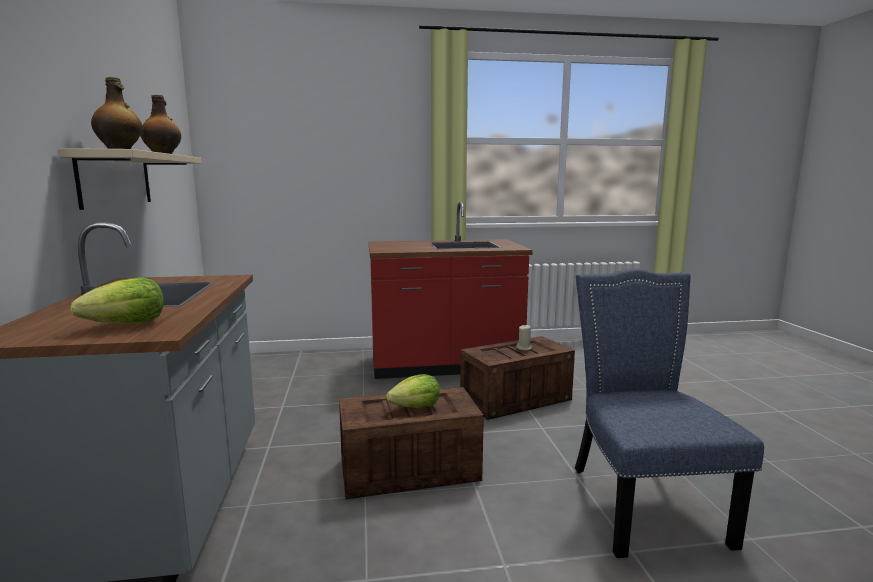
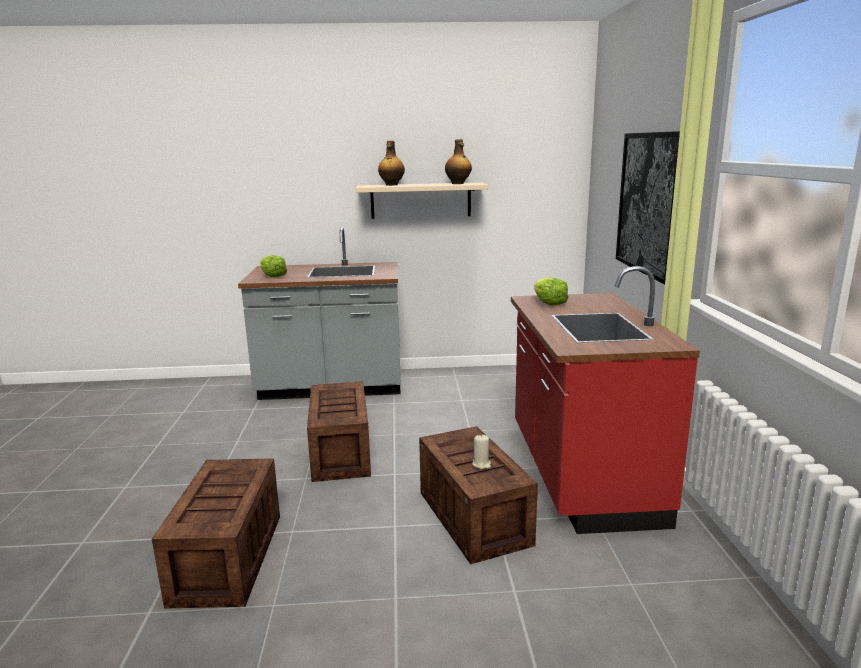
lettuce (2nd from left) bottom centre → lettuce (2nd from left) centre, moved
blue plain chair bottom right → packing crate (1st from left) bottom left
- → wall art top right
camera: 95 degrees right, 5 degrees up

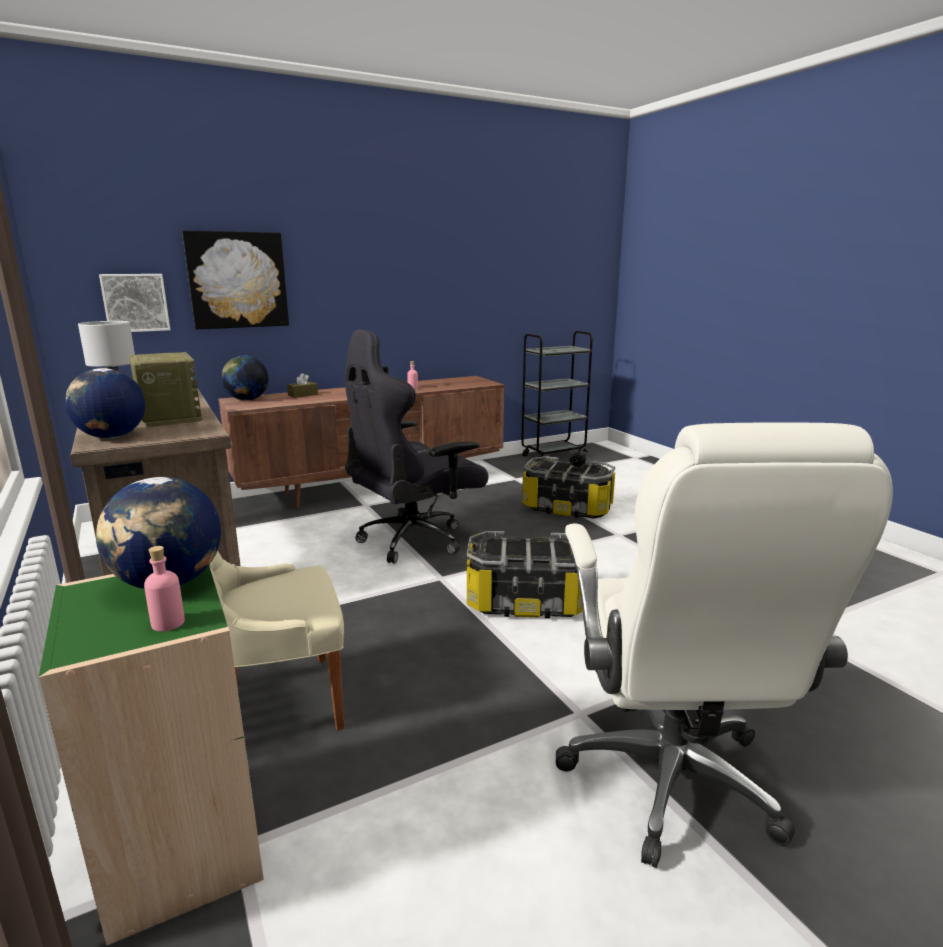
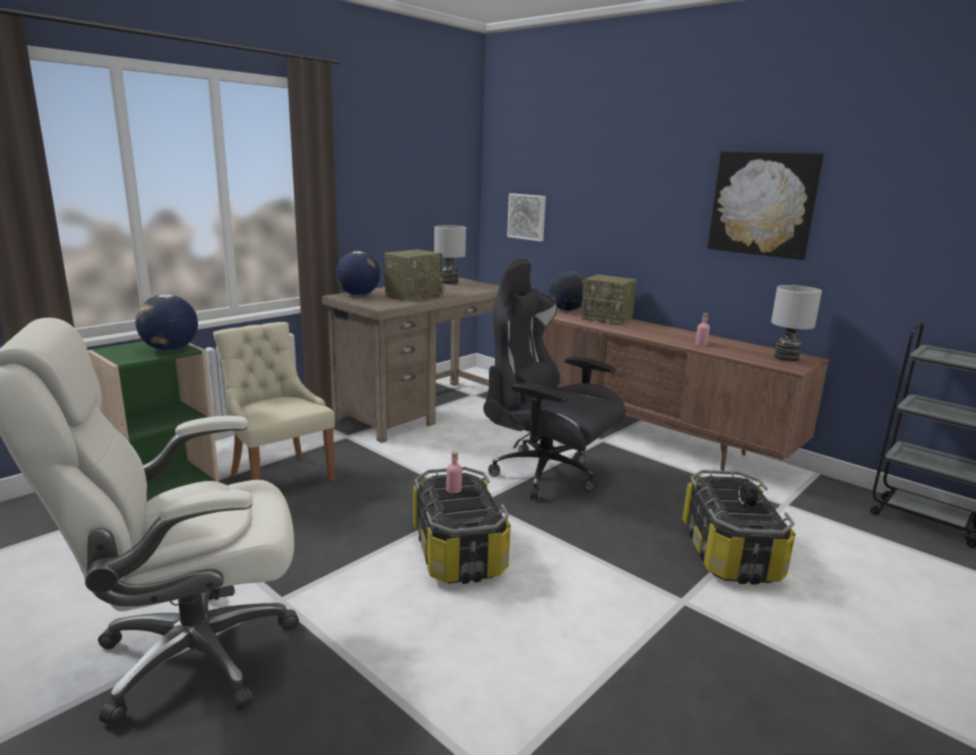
pink-coloured beverage bottle (1st from left) middle left → pink-coloured beverage bottle (1st from left) centre, moved
wall art (2nd from left) top left → wall art (2nd from left) top right, moved
brownish tissue holder middle left → radio receiver (2nd from left) centre
- → greyish table lamp (2nd from left) middle right
camera: 70 degrees right, 0 degrees up

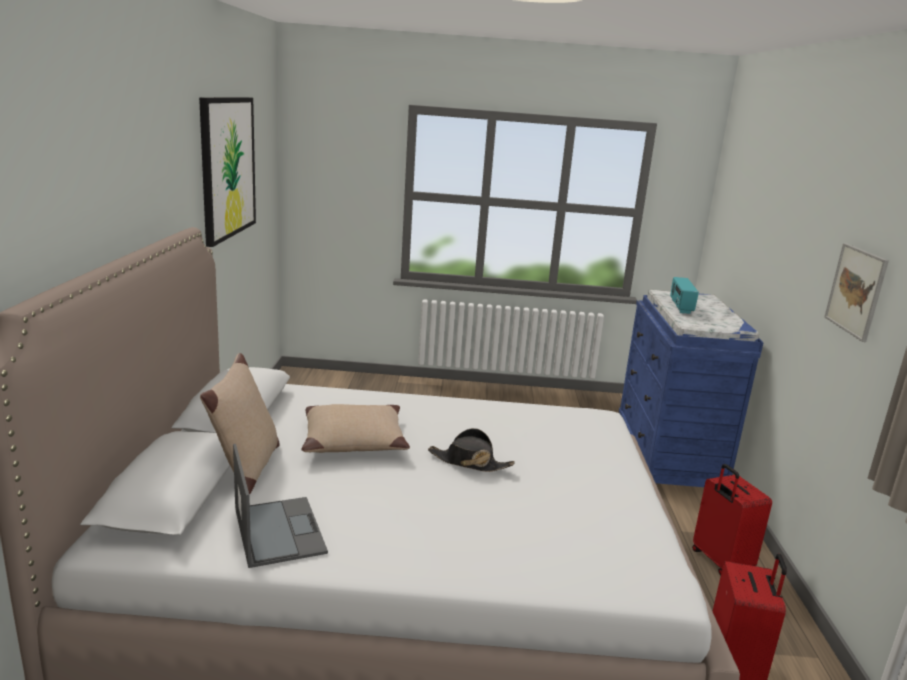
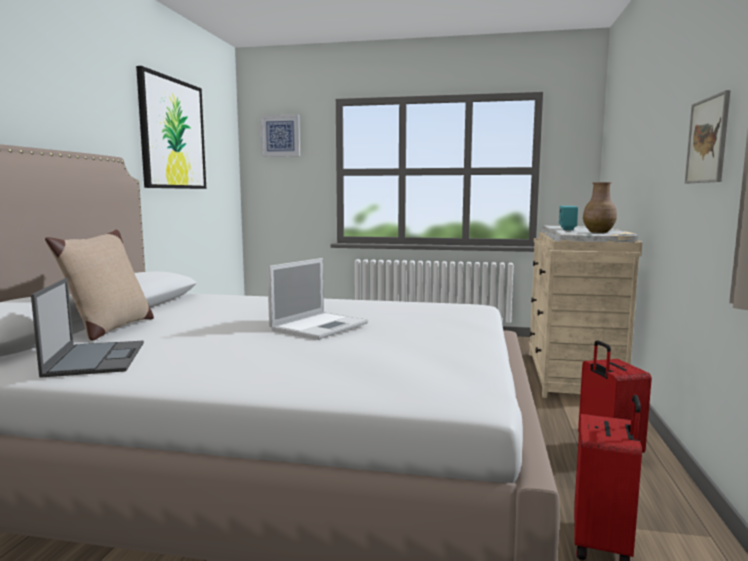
sand-coloured throw pillow (2nd from left) centre → -
black-coloured wearable hat centre → laptop (2nd from left) centre
blue drawer chest middle right → sand-coloured drawer chest middle right
- → wall art (2nd from left) top centre
- → brownish decorative vase middle right
camera: 10 degrees right, 10 degrees down

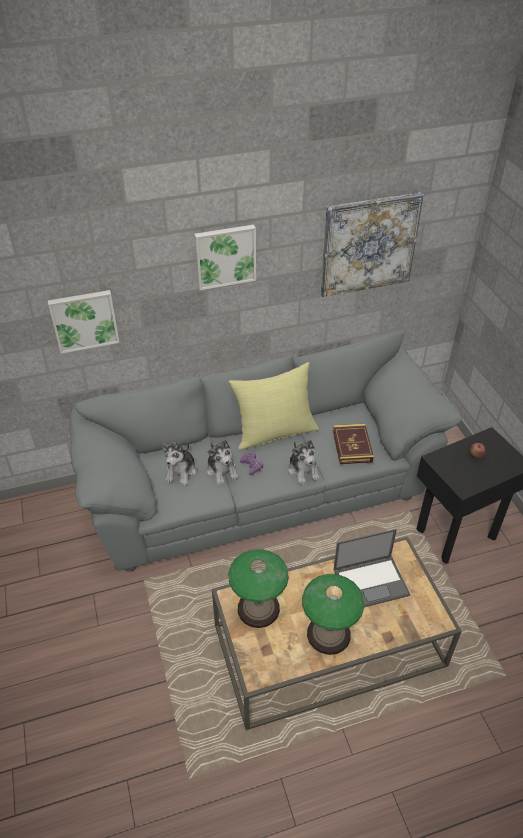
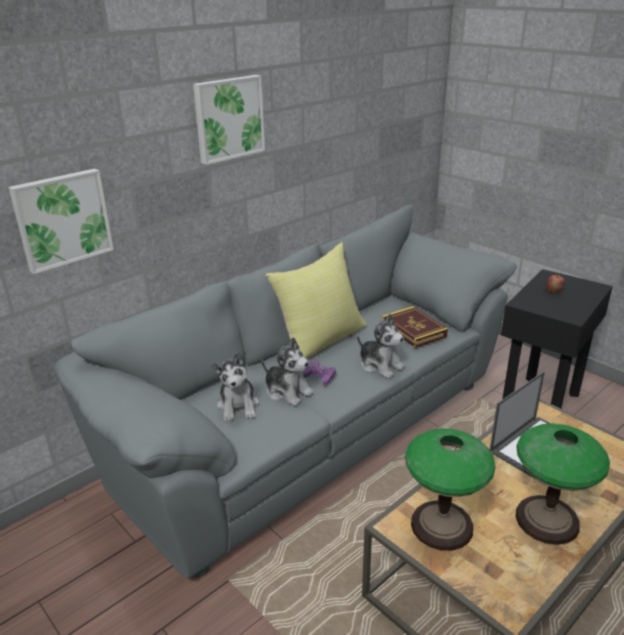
wall art (3rd from left) top right → -
camera: 25 degrees left, 15 degrees down

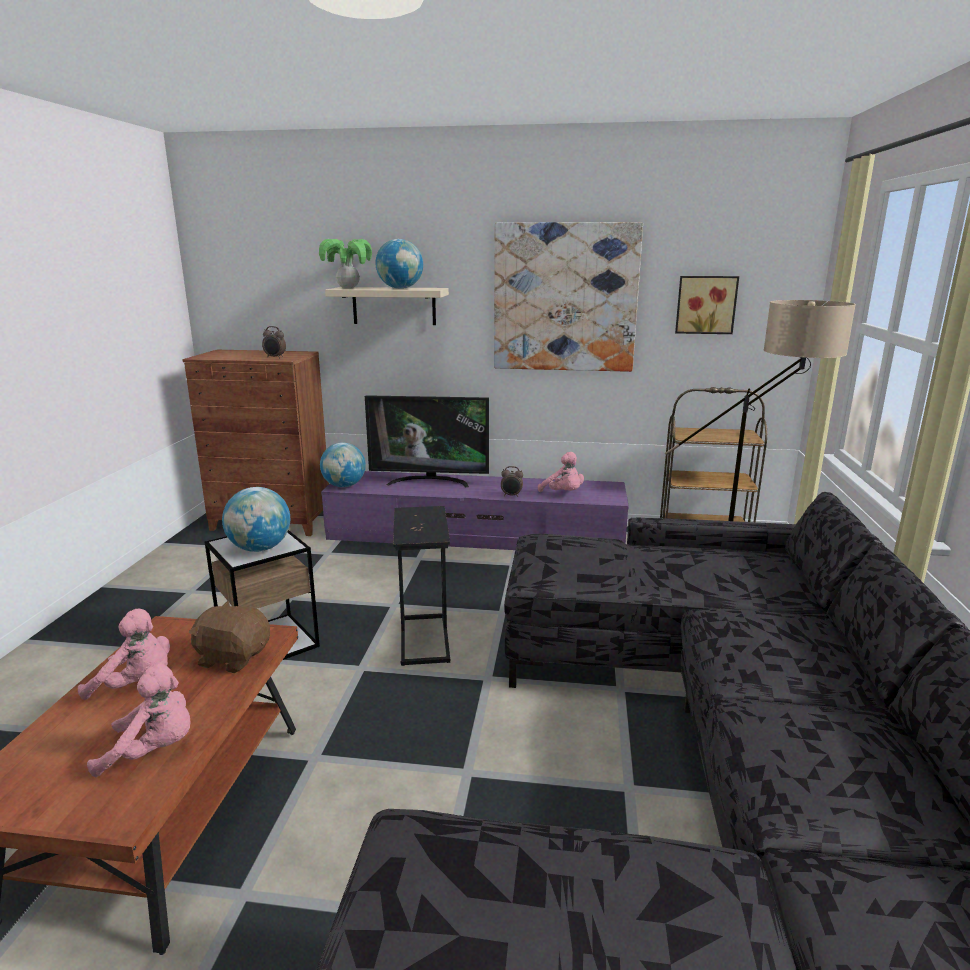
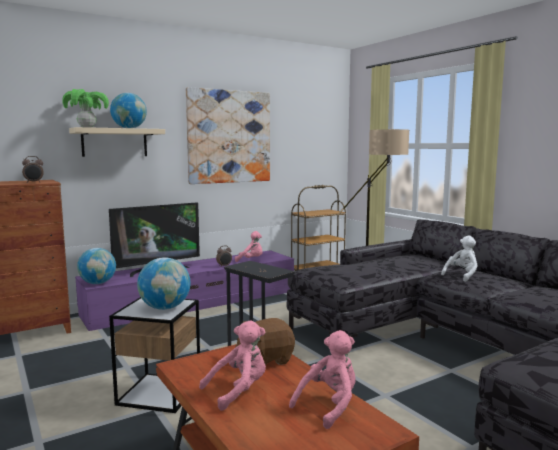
wall art (2nd from left) top right → -
- → white-coloured plush toy middle right
camera: 40 degrees left, 10 degrees down

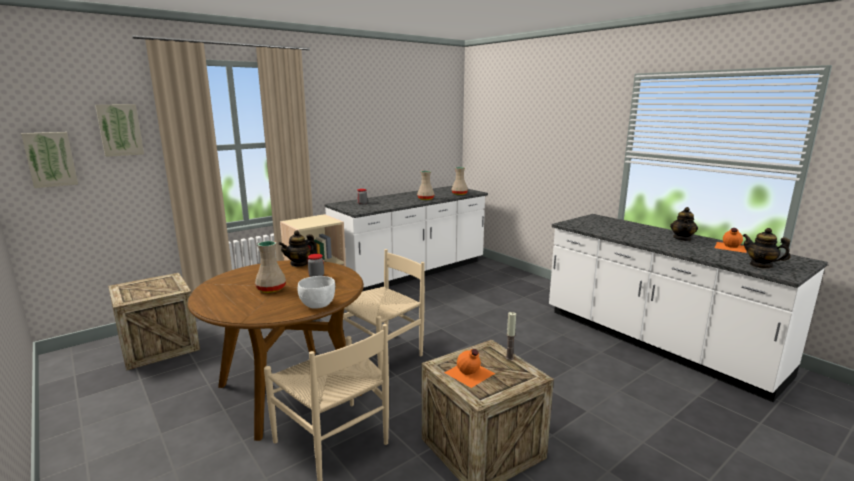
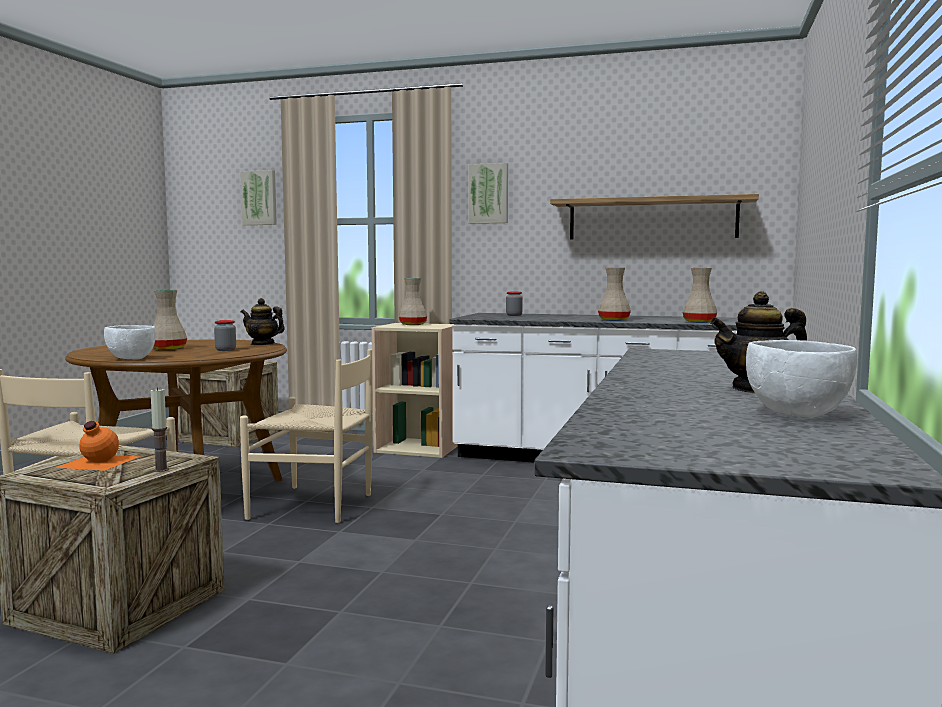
wall art (1st from left in the first image) top left → wall art (2nd from left) top centre, moved
orange-coloured beverage bottle (2nd from left) middle right → white-coloured bowl (2nd from left) middle right
pot for tea (3rd from left) middle right → -
- → sand-coloured decorative vase (2nd from left) centre
- → wall shelf top right
camera: 55 degrees right, 10 degrees down

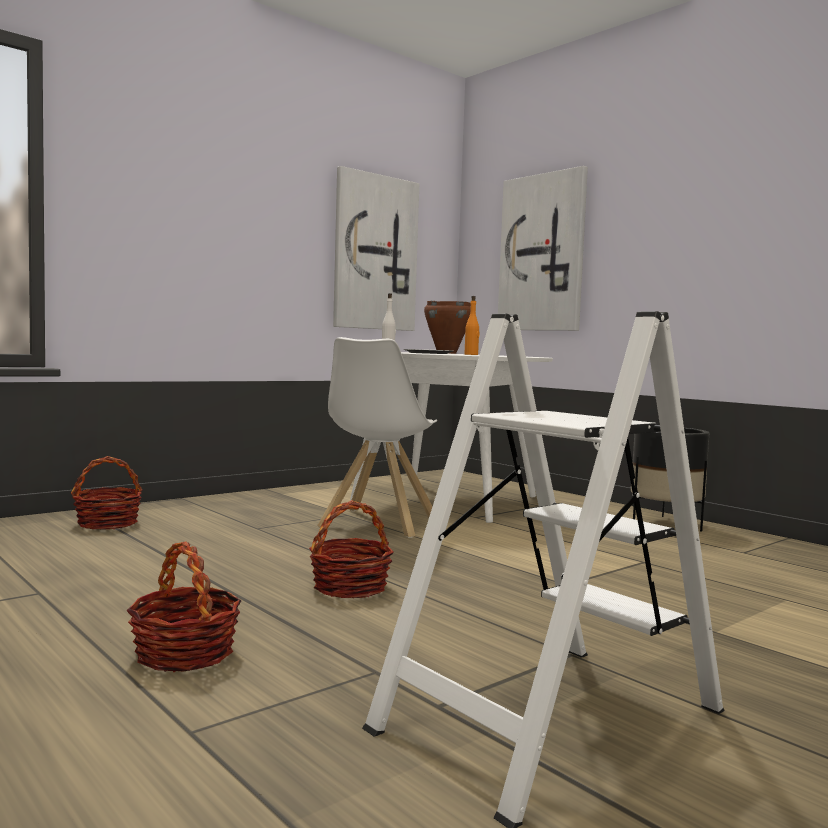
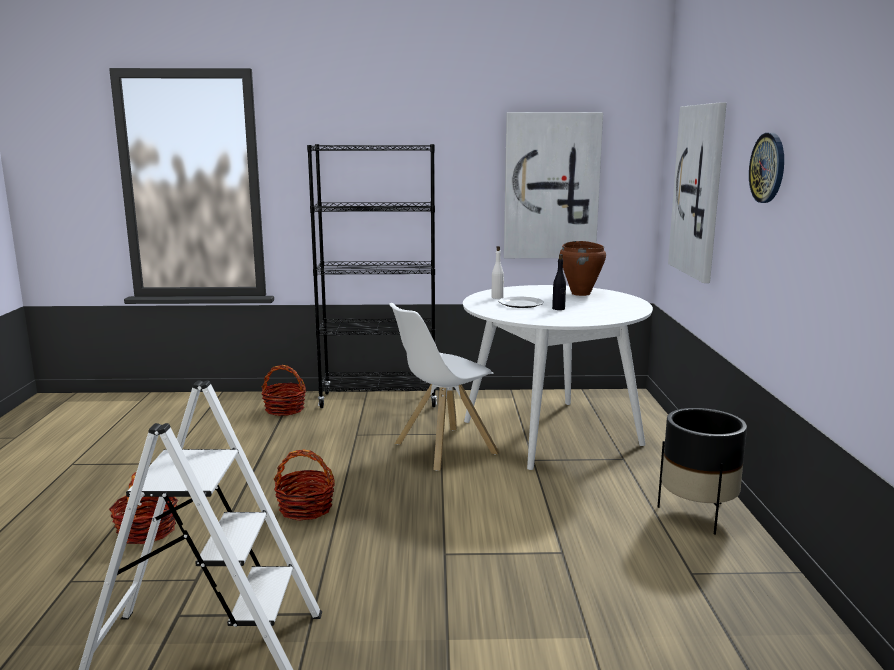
orange-coloured beverage bottle centre → black-coloured beverage bottle centre
- → black-coloured shelving unit centre
- → hanging clock top right
camera: 40 degrees right, 10 degrees up

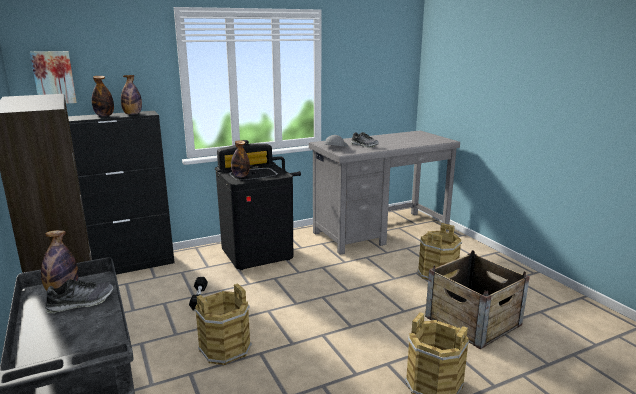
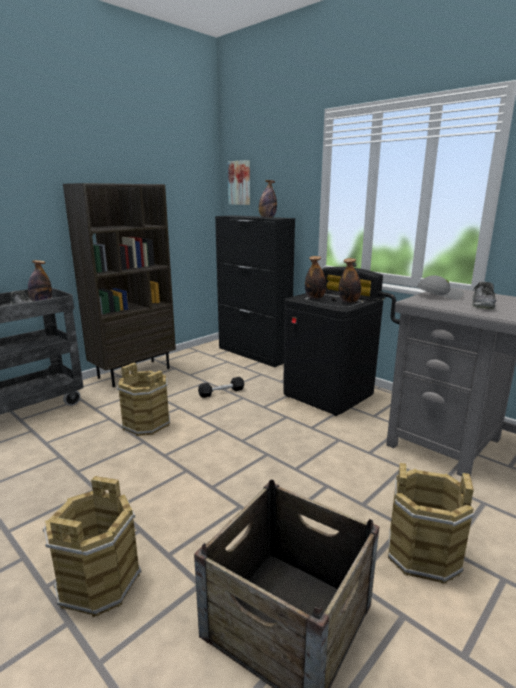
beverage bottle (2nd from left in the first image) top left → beverage bottle (4th from left) middle right, moved
camera: 70 degrees right, 0 degrees up

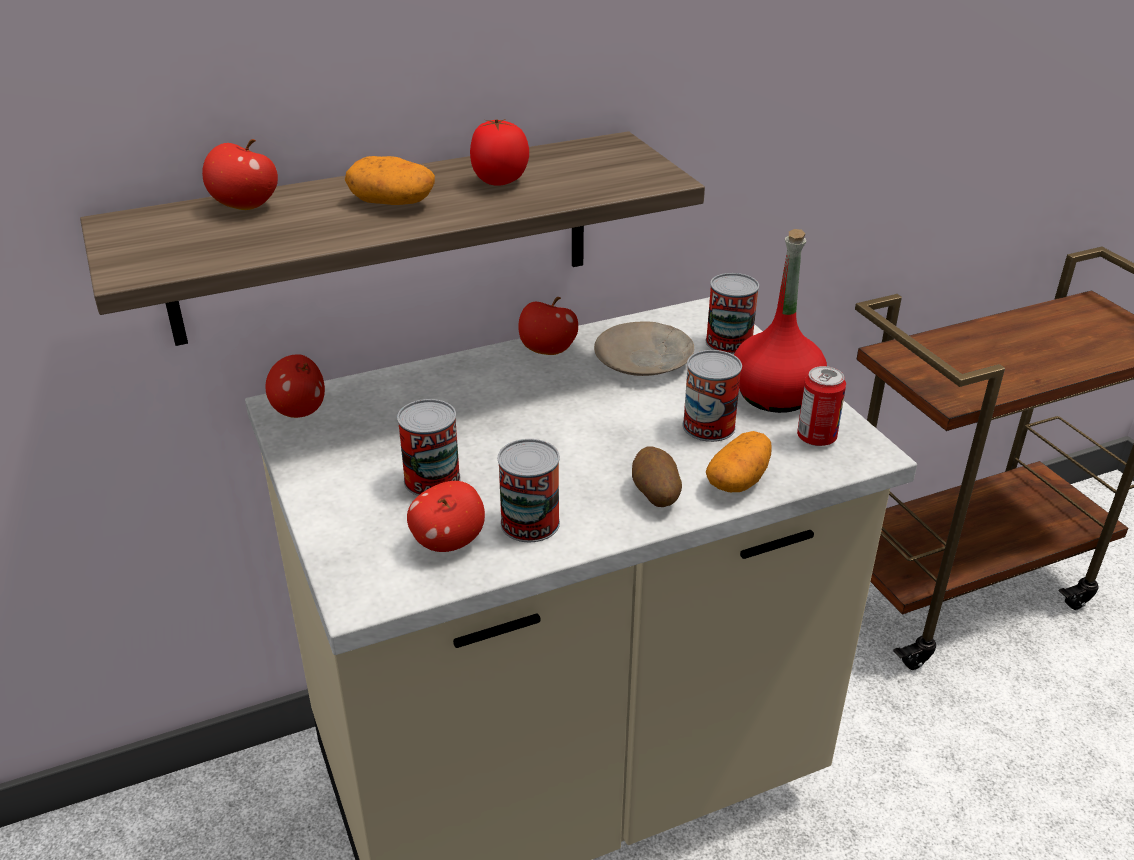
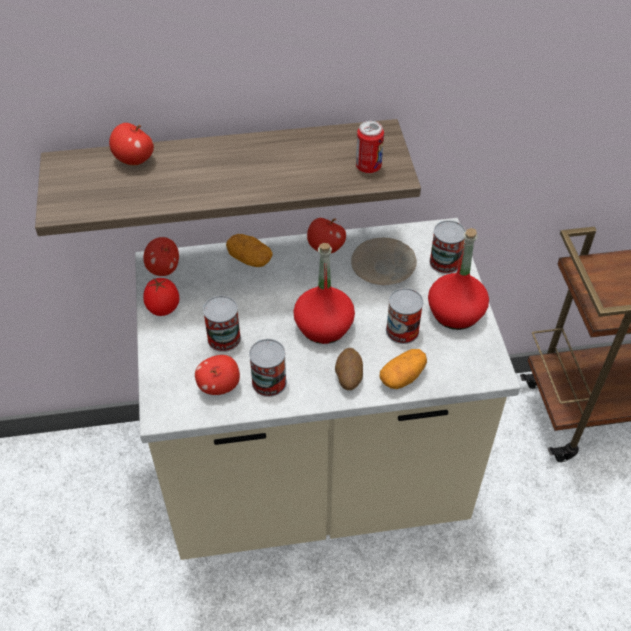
spud (1st from left) top centre → spud (1st from left) centre, moved
tomato top centre → tomato middle left, moved
sealed can (5th from left in the first image) middle right → sealed can (3rd from left) top centre, moved
- → red-coloured beverage bottle (1st from left) centre
camera: 15 degrees right, 15 degrees up

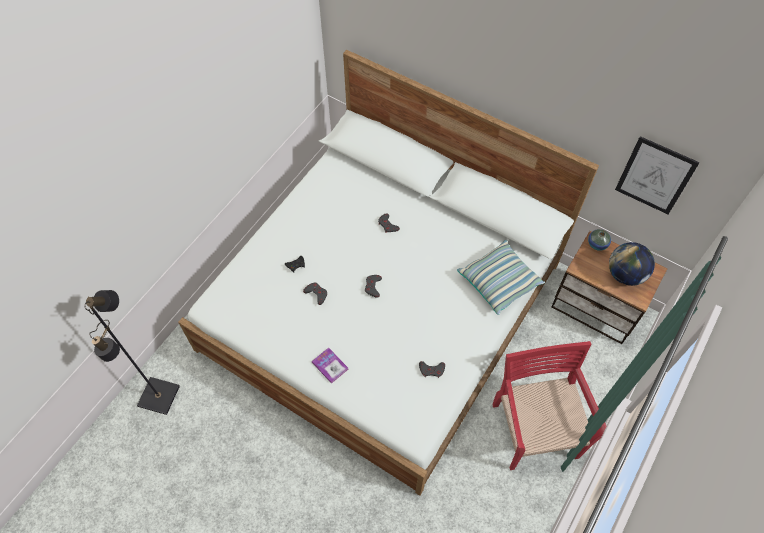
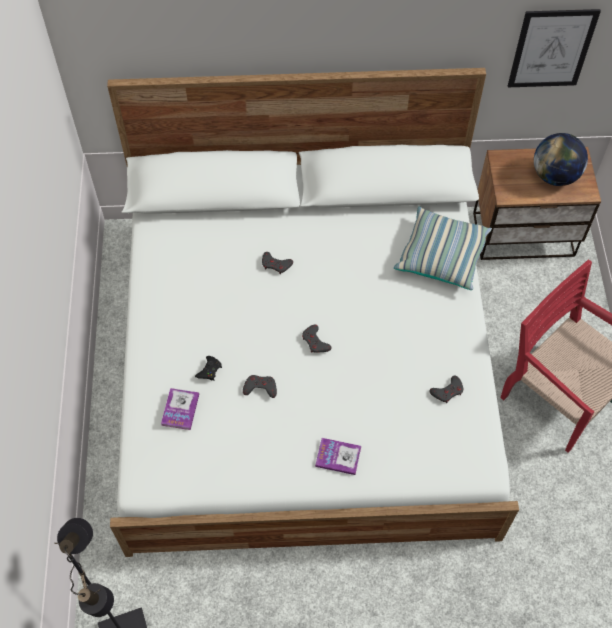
decorative vase middle right → -
- → book (1st from left) middle left
camera: 35 degrees left, 0 degrees up

